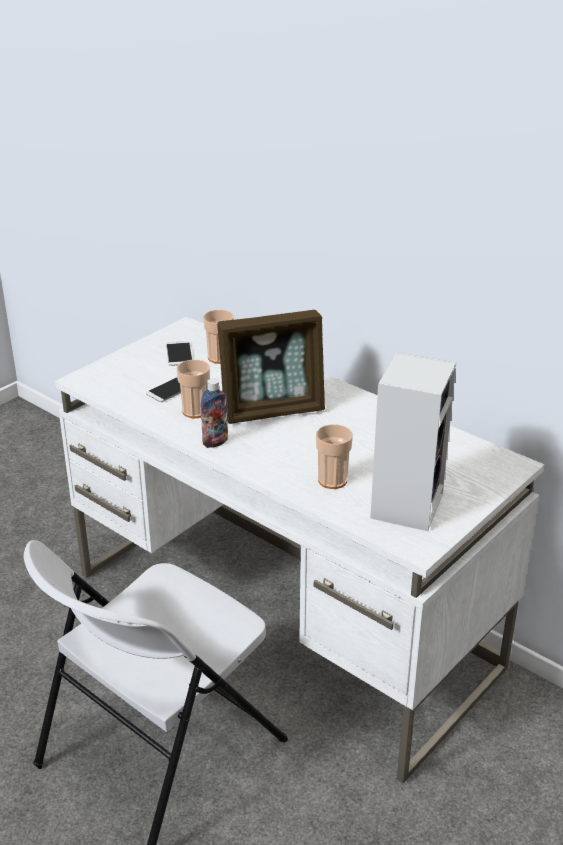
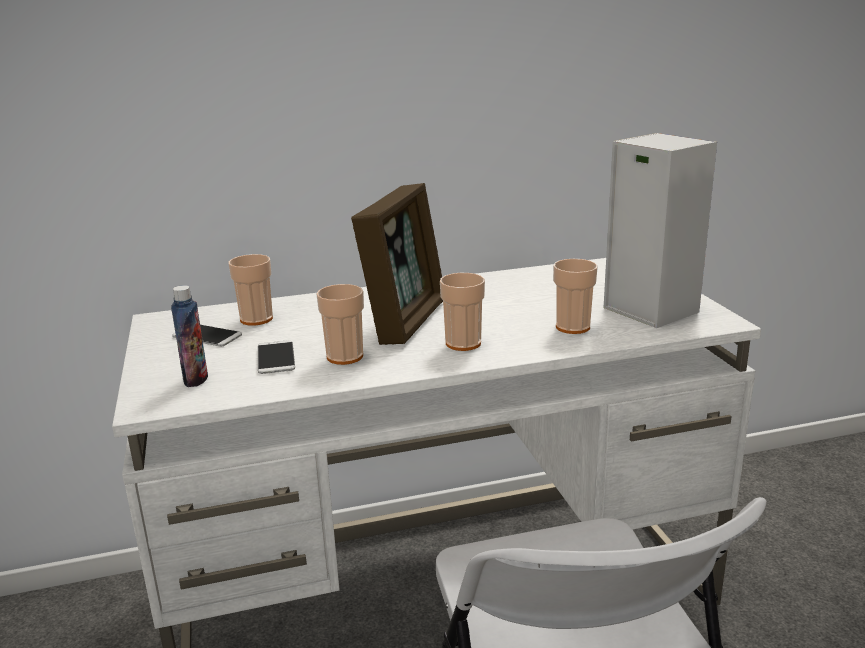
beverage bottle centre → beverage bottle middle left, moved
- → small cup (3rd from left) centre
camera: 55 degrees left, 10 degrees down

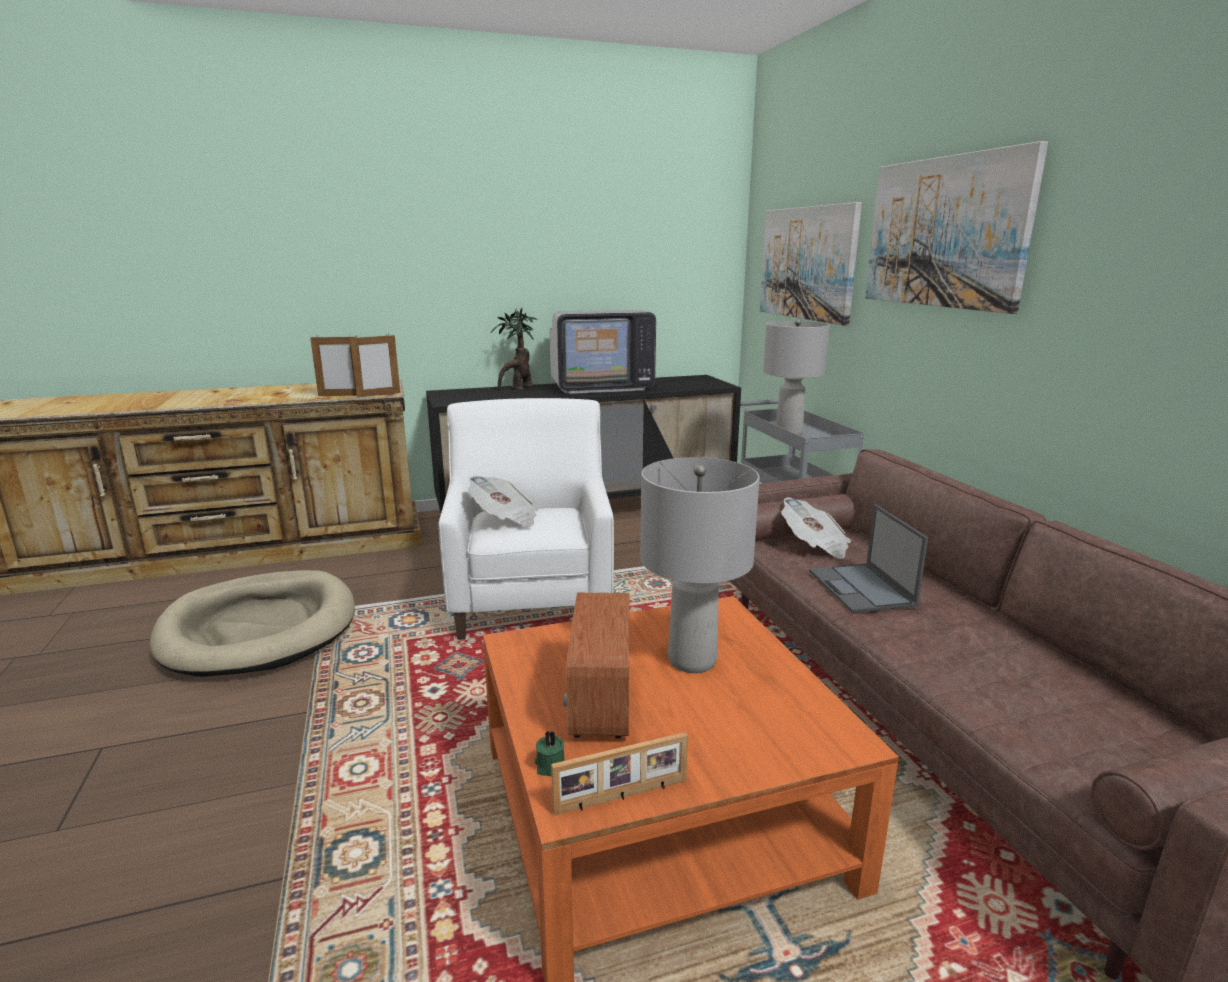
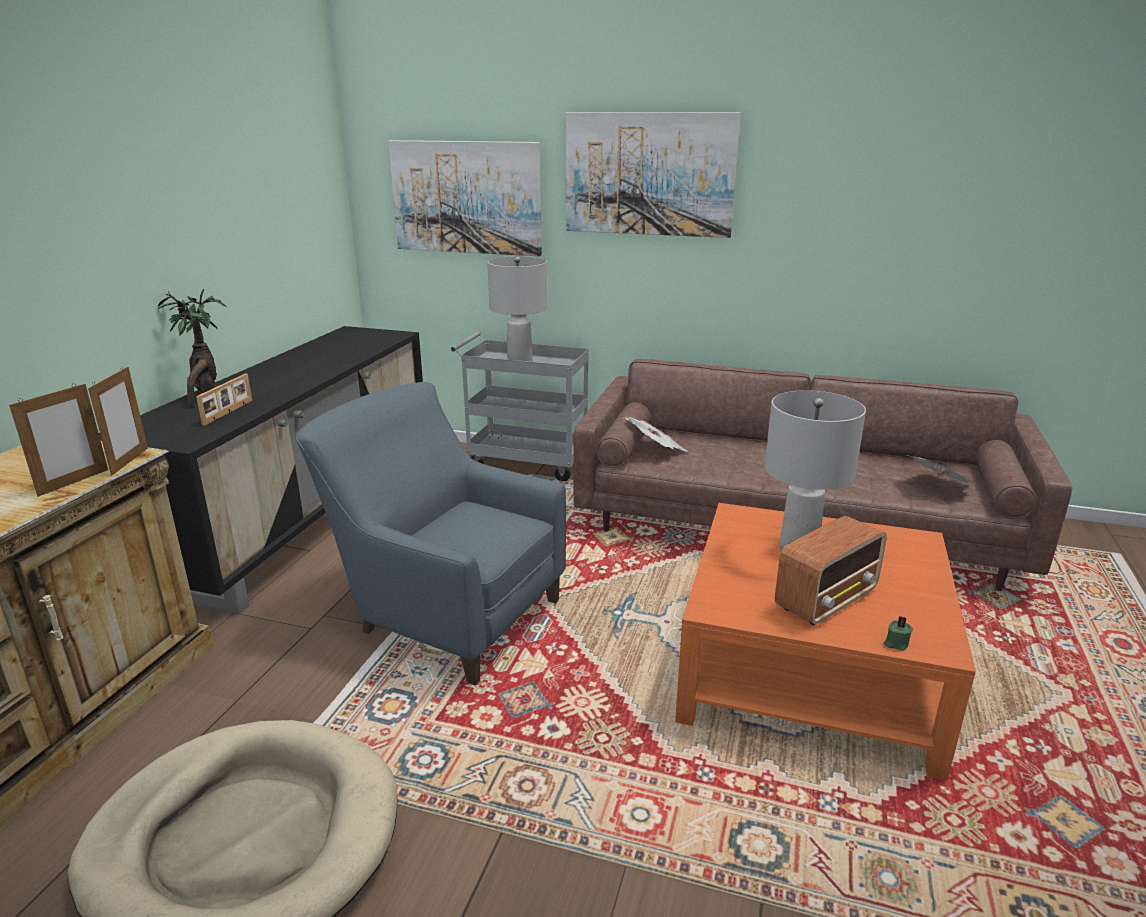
white-coloured easy chair centre → blue easy chair centre
daily paper (1st from left in the first image) centre → daily paper (2nd from left) middle right, moved
TV set centre → -
picture frame (3rd from left) bottom centre → picture frame (3rd from left) middle left, moved
radio receiver bottom centre → radio receiver middle right, 75 degrees counterclockwise
laptop middle right → -
camera: 55 degrees left, 5 degrees up

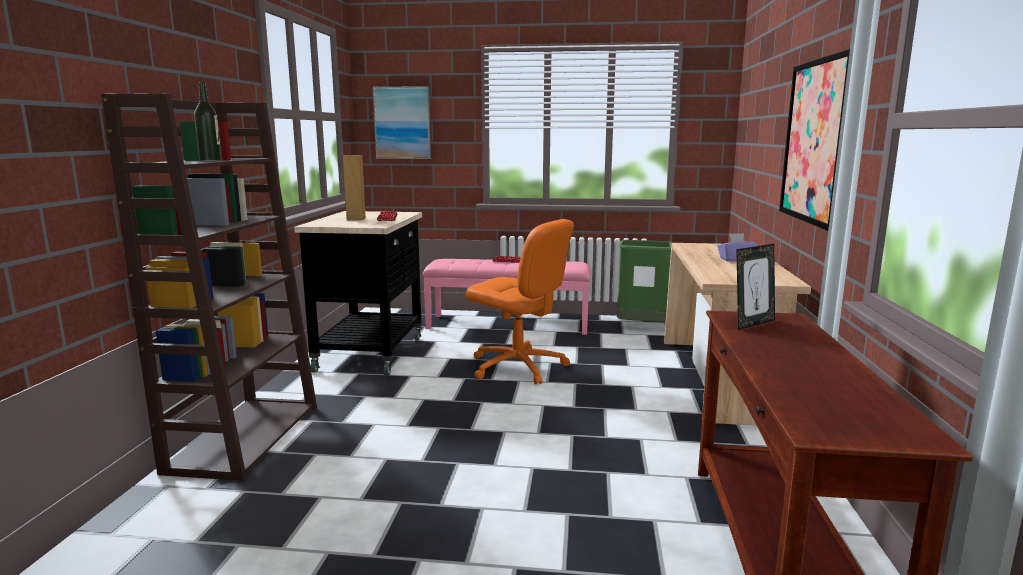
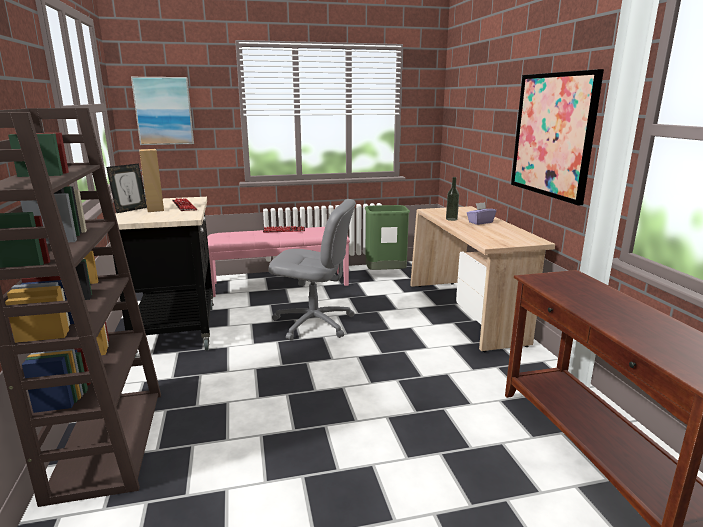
beverage bottle top left → beverage bottle centre, moved
orange-coloured desk chair centre → greyish desk chair centre
picture frame middle right → picture frame middle left, moved
camera: 20 degrees left, 5 degrees up

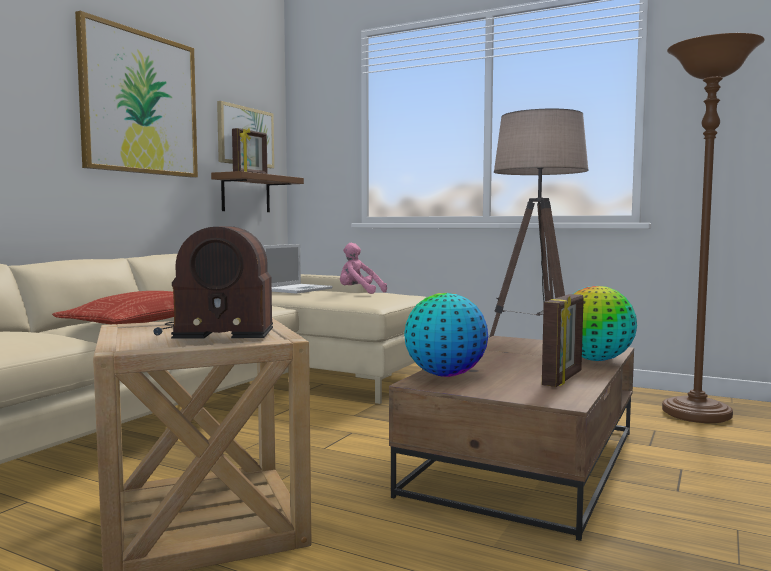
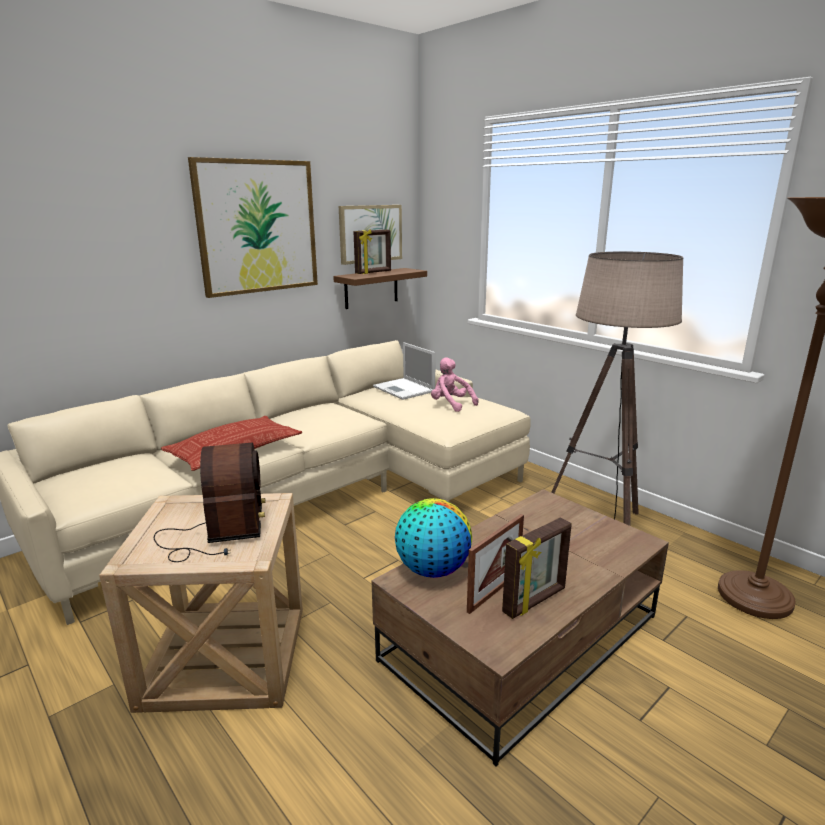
radio receiver middle left, 120 degrees counterclockwise
laptop centre, 90 degrees clockwise
desk globe (2nd from left) middle right → -
- → picture frame (2nd from left) bottom centre
camera: 20 degrees right, 15 degrees up

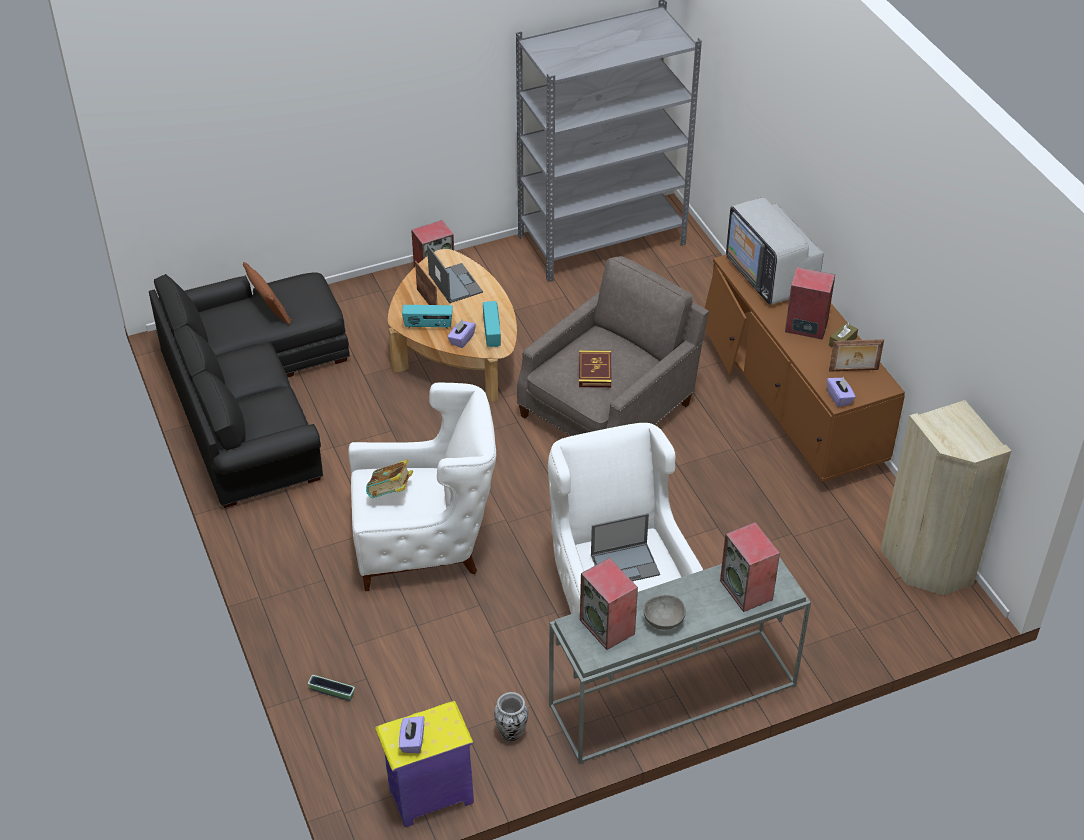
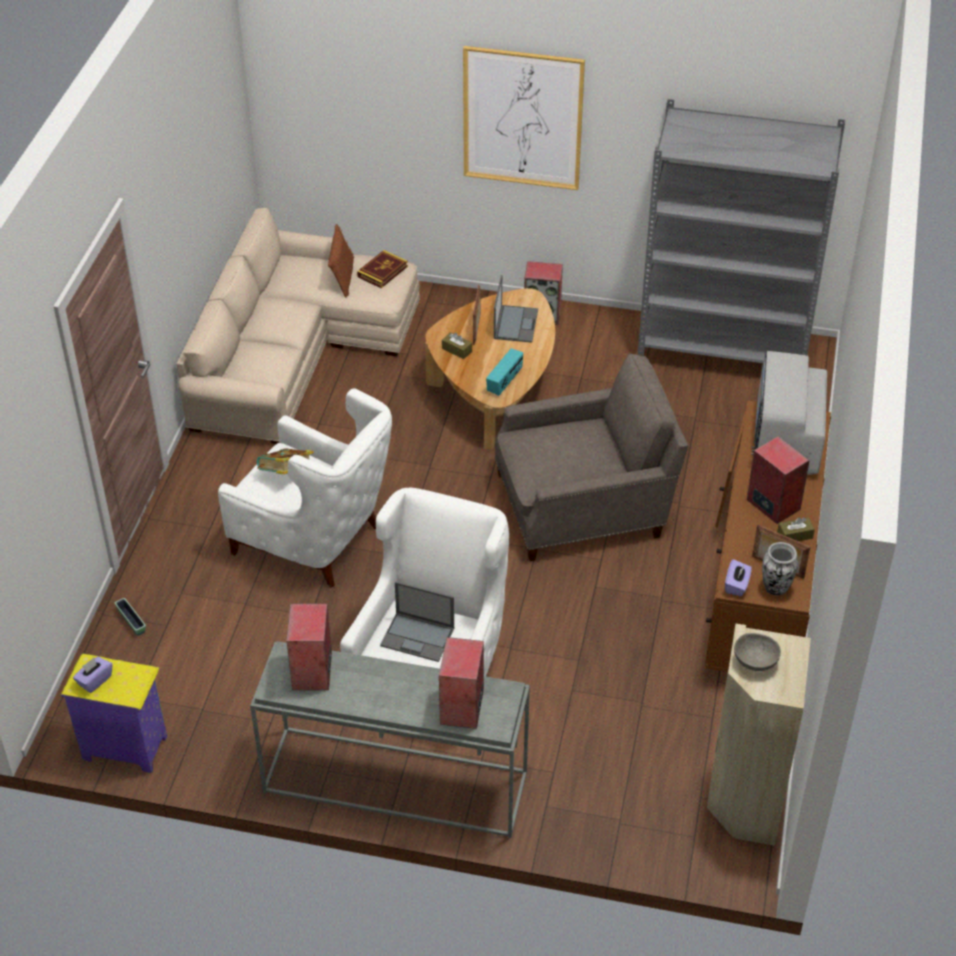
black-coloured couch middle left → sand-coloured couch middle left
radio receiver (1st from left) centre → brownish tissue holder (1st from left) centre
purplish tissue holder (2nd from left) centre → -
decorative vase bottom centre → decorative vase middle right, moved
book (2nd from left) centre → book (2nd from left) top centre, moved
greyish bowl bottom centre → greyish bowl bottom right, moved
- → wall art top centre
camera: 35 degrees right, 0 degrees up

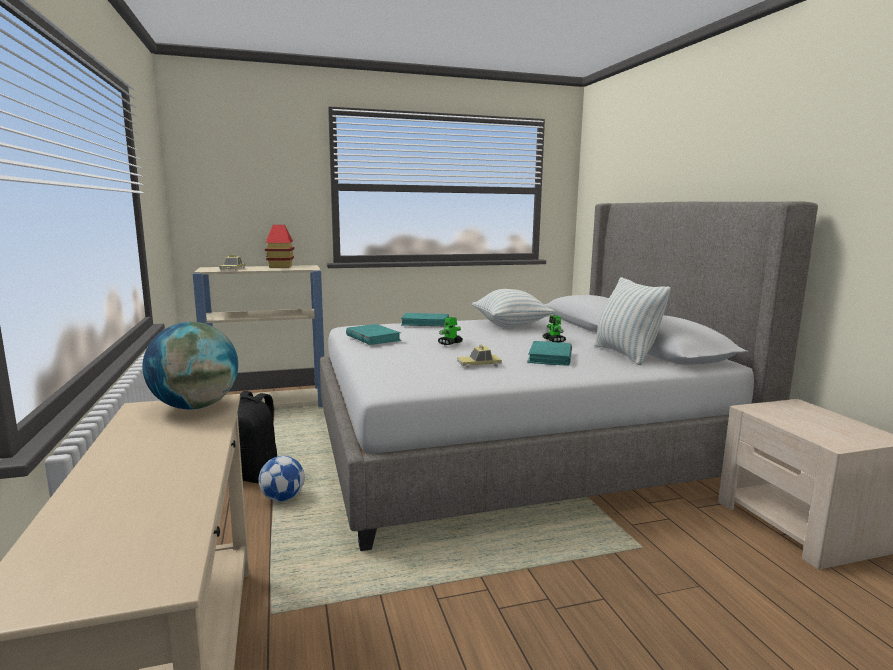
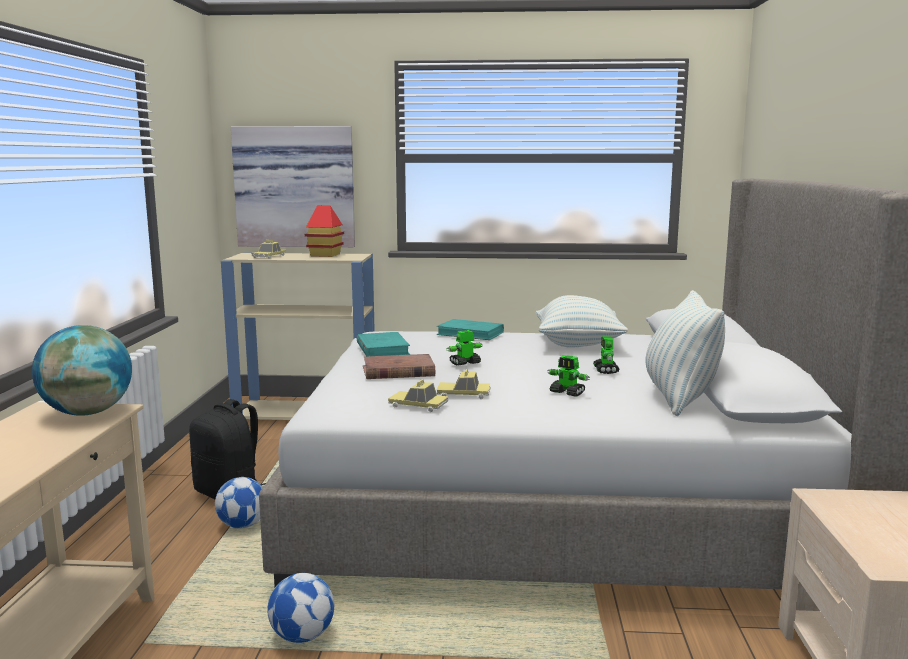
blue-green book (3rd from left) centre → toy robot (2nd from left) centre
- → wall art top left
- → football (2nd from left) bottom left
- → brownish book centre
- → miniature car (2nd from left) centre
camera: 20 degrees right, 0 degrees up

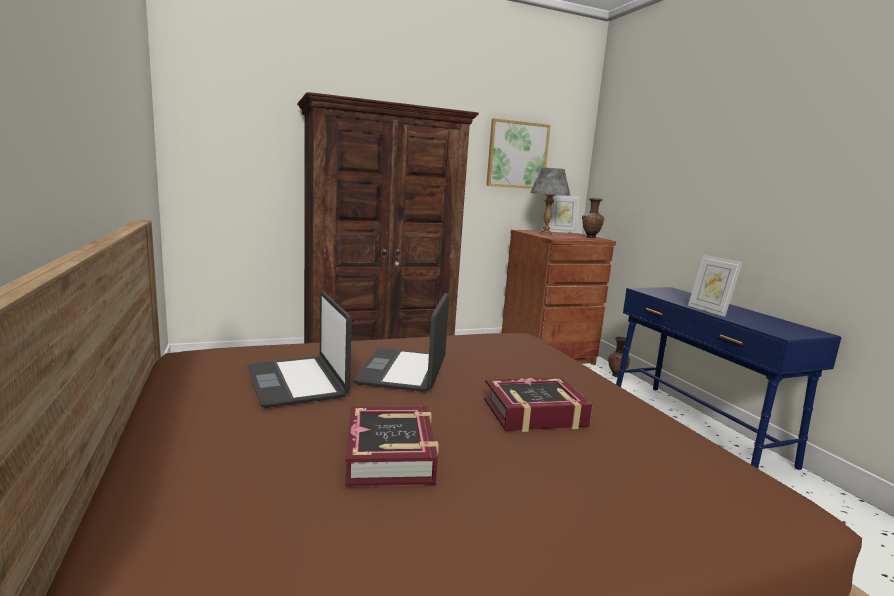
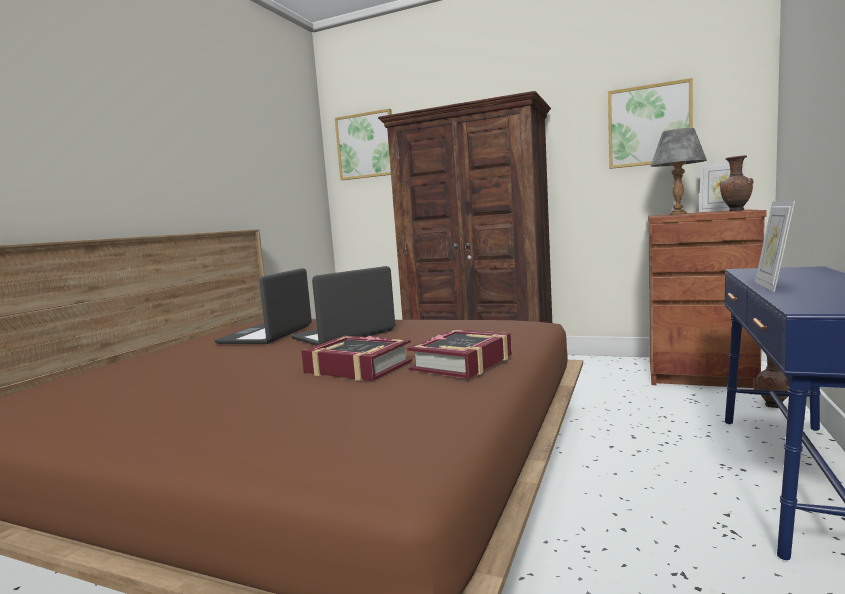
book (1st from left in the first image) bottom centre → book (2nd from left) centre, moved
- → wall art (1st from left) top centre
camera: 45 degrees right, 5 degrees down

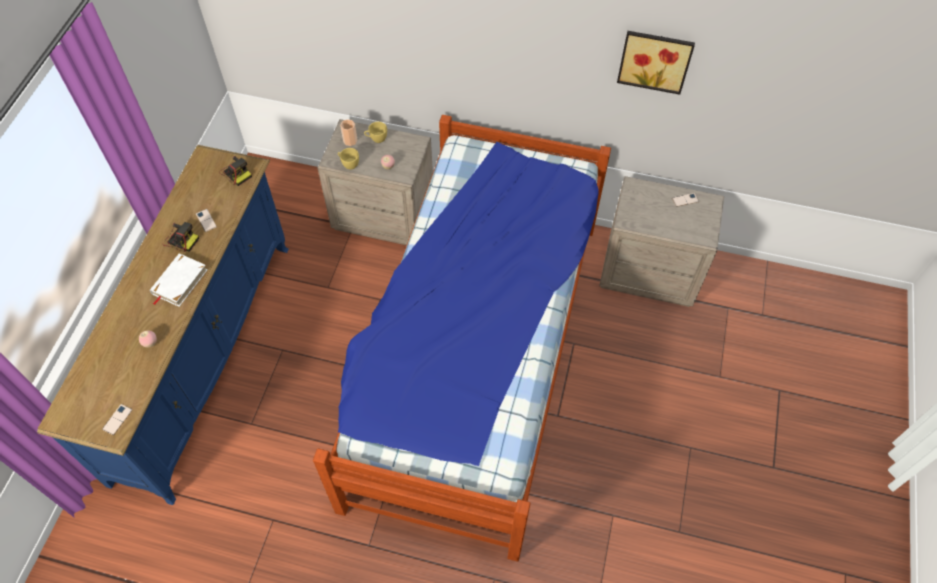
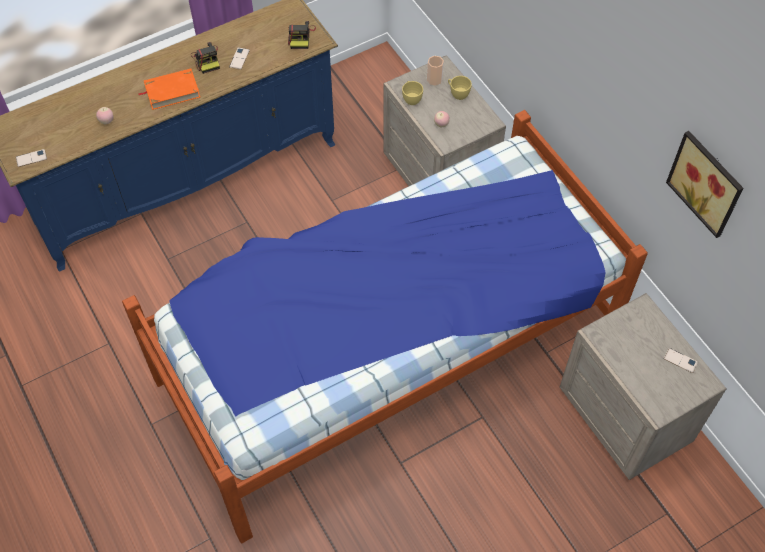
white-coloured book middle left → orange-coloured book top left
camera: 45 degrees right, 0 degrees up

